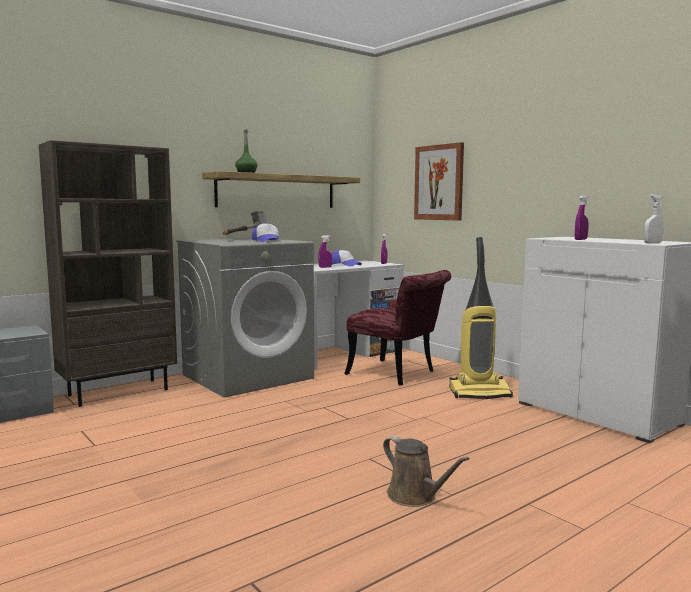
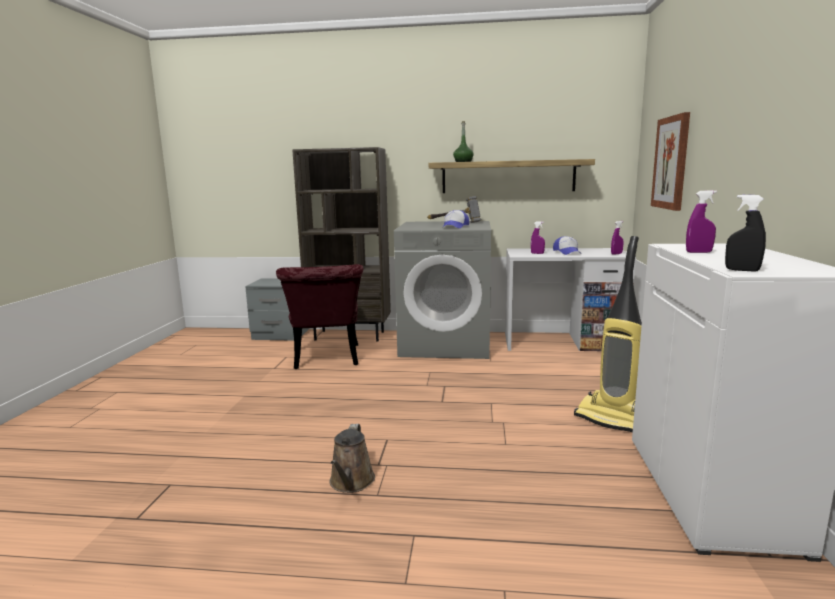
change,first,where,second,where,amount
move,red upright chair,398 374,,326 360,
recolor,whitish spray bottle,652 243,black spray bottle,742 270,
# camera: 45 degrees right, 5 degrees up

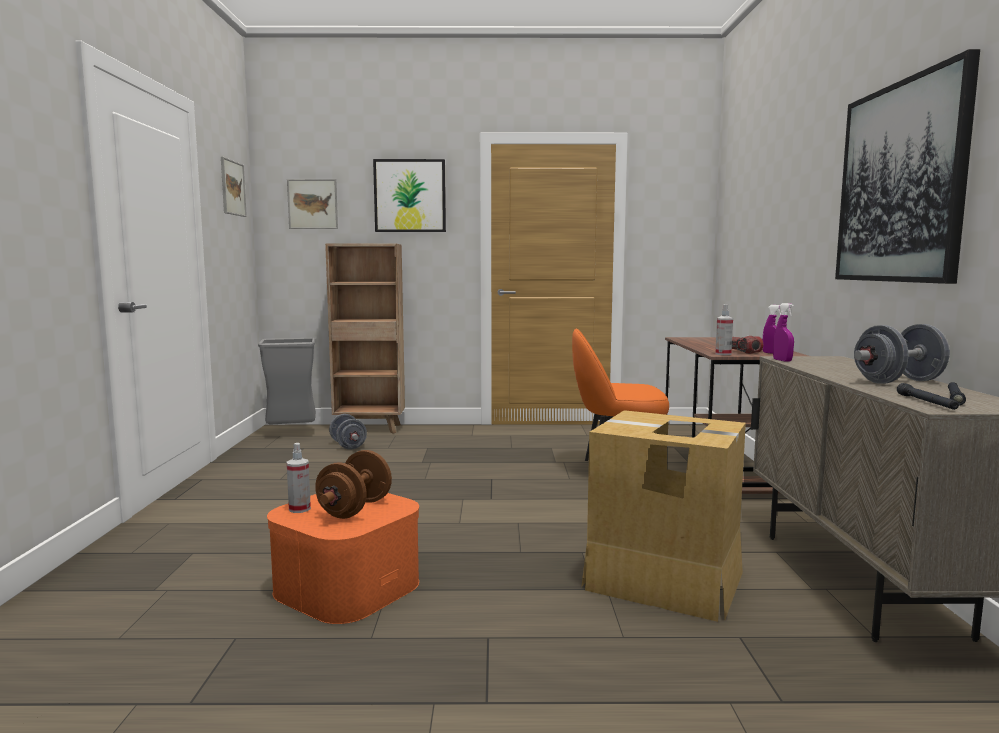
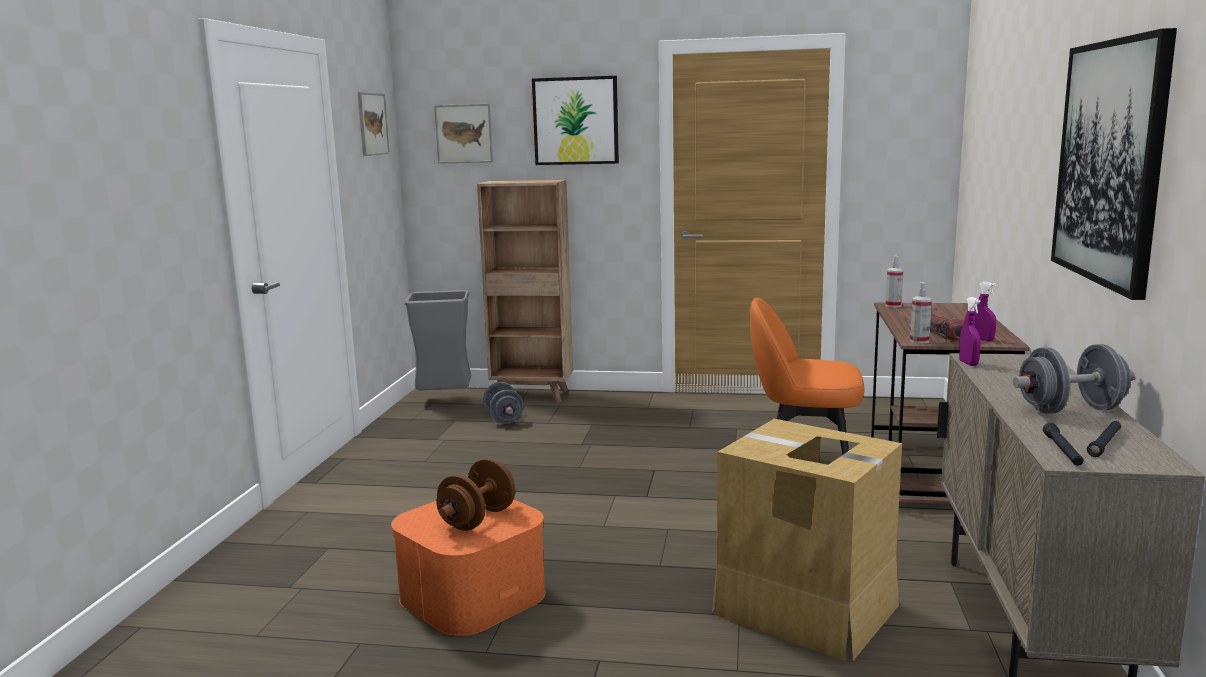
change,first,where,second,where,amount
move,spray bottle,299 509,,893 305,
# camera: 10 degrees right, 5 degrees up

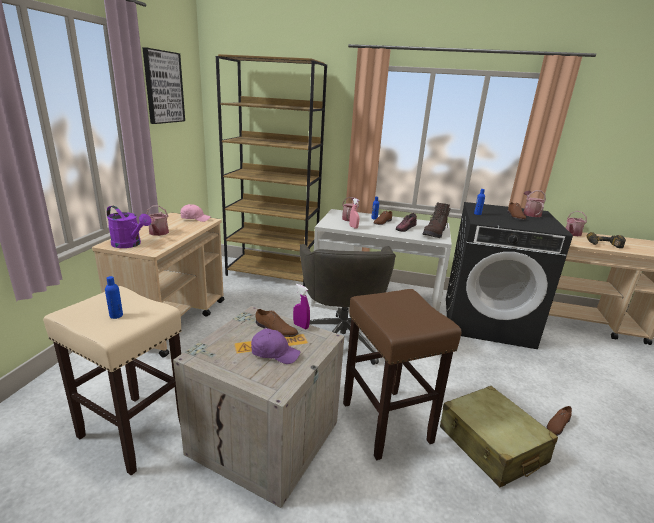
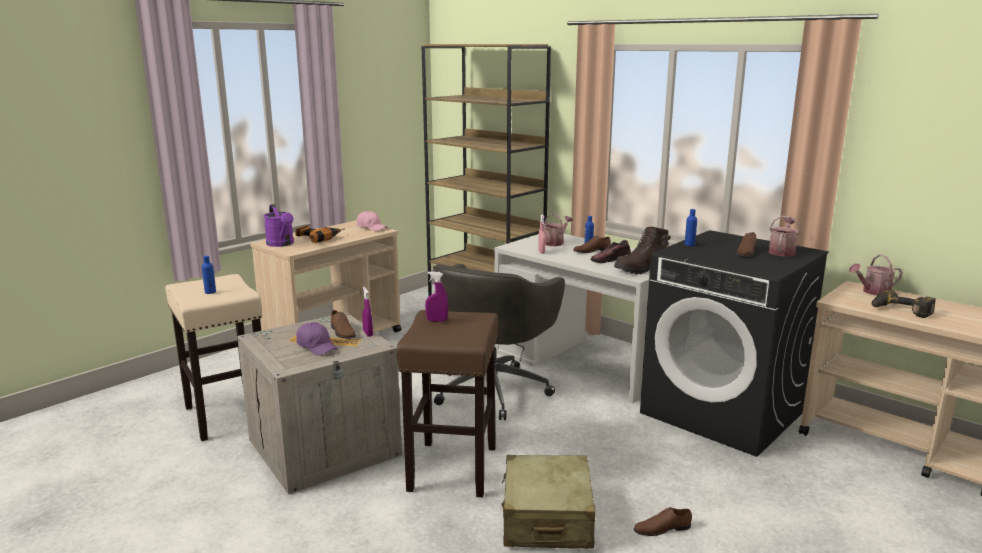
change,first,where,second,where,amount
replace,sprinkling can,158 233,drill,318 237,
insert,,,purple-coloured spray bottle,437 320,
delete,wall art,163 87,,,
# camera: 30 degrees right, 5 degrees down

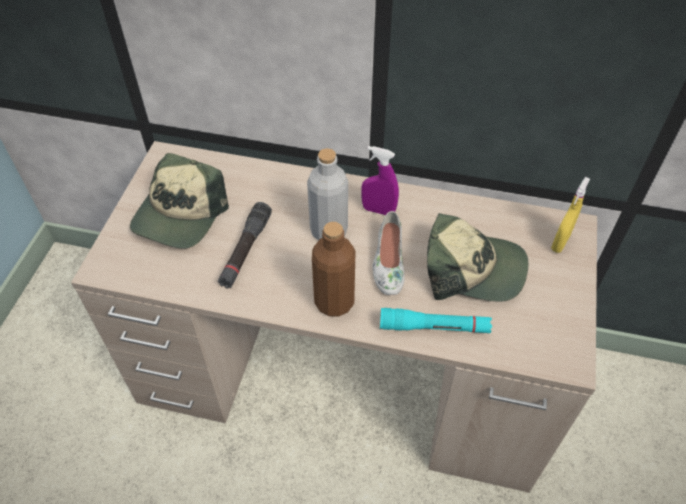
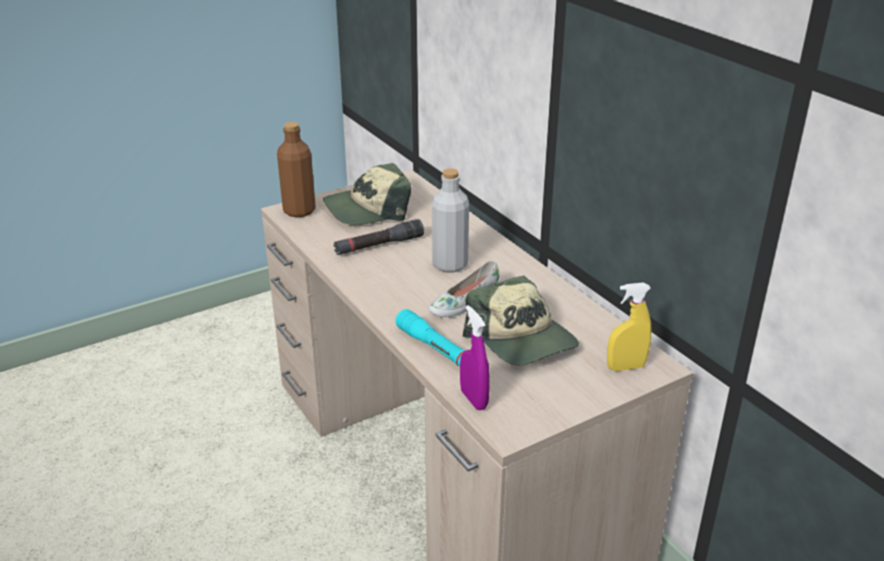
change,first,where,second,where,amount
move,brown-coloured drink bottle,334 301,,299 211,
move,purple-coloured spray bottle,378 210,,474 399,
# camera: 45 degrees right, 20 degrees down

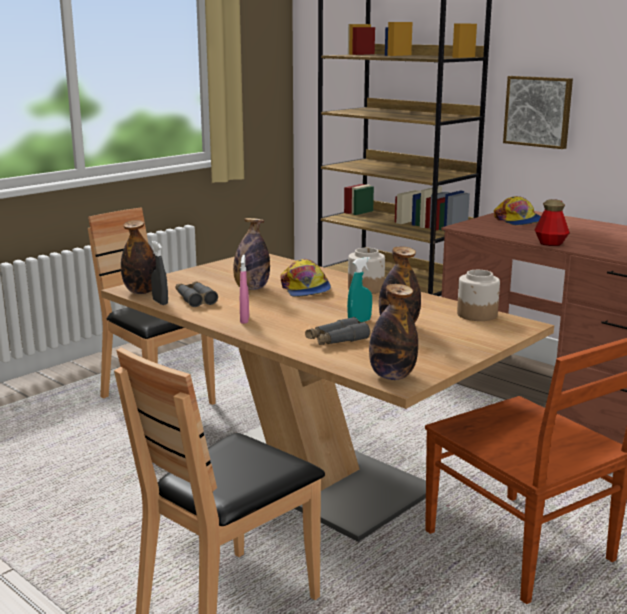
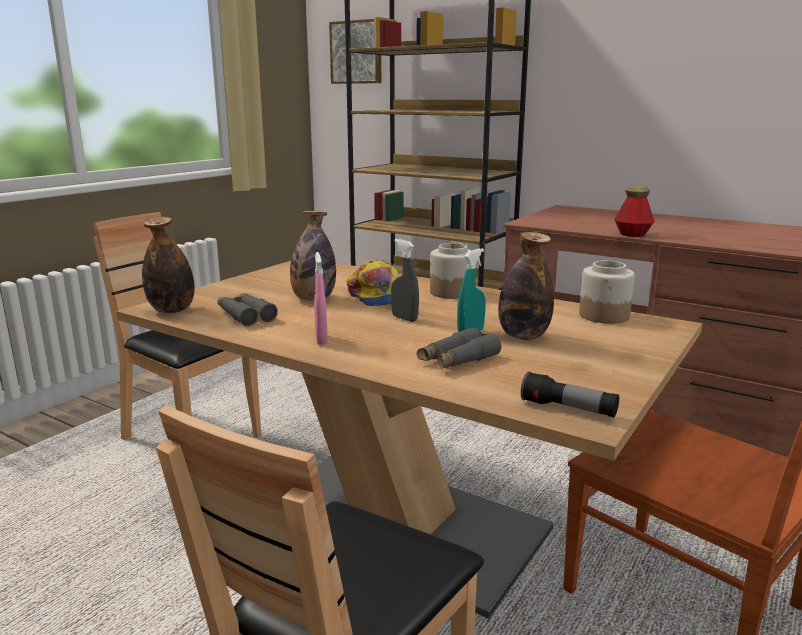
change,first,where,second,where,amount
move,wall art,538 111,,357 52,
move,grey spray bottle,160 302,,404 318,
replace,drink bottle,392 376,flashlight,568 409,
delete,baseball cap,518 220,,,
# camera: 10 degrees left, 0 degrees up

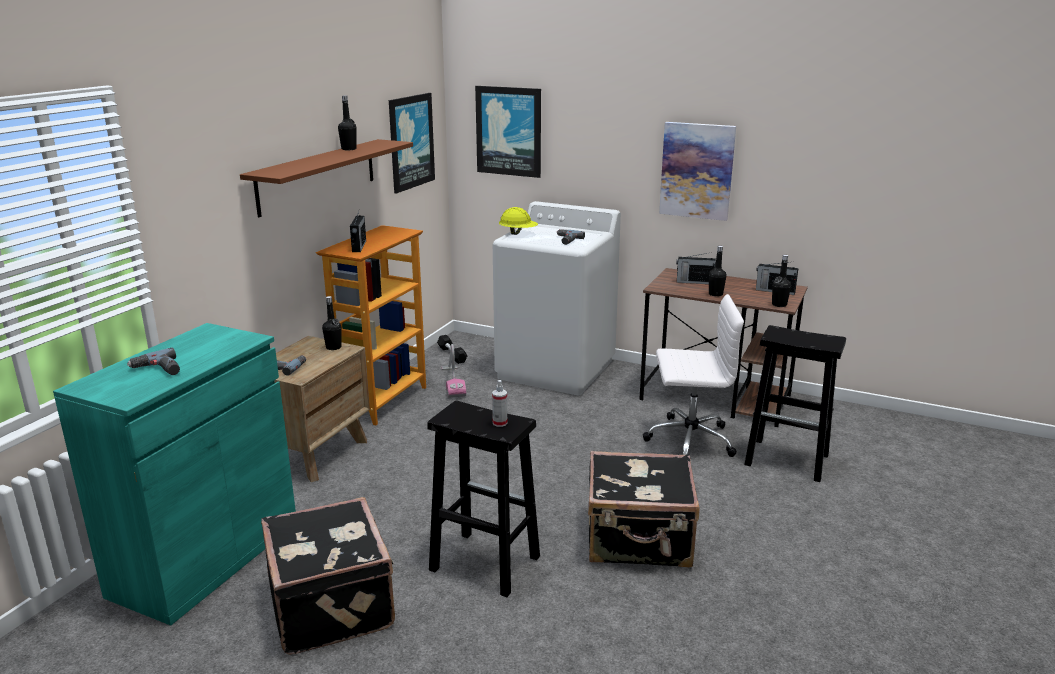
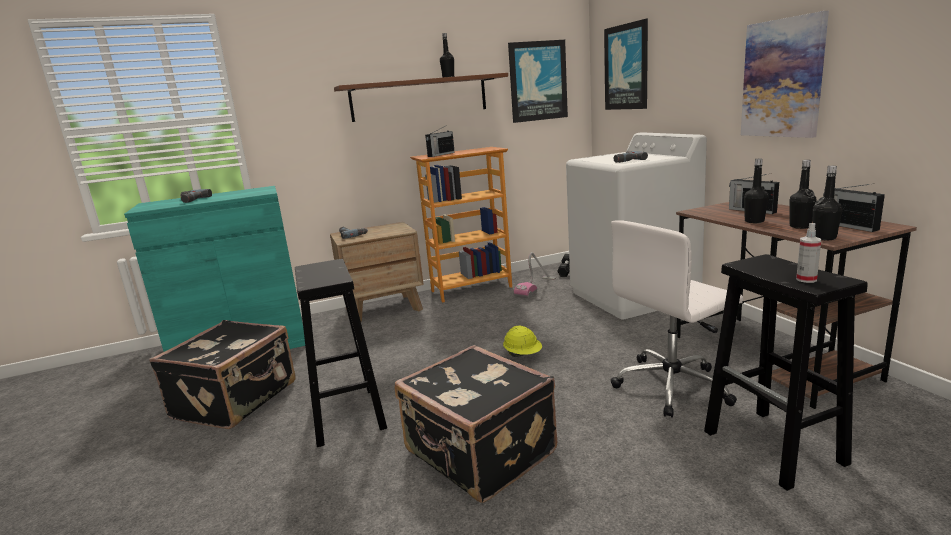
change,first,where,second,where,amount
move,yellow hard hat,518 233,,523 355,
rotate,whitish desk chair,688 440,,673 386,105 degrees clockwise
move,black drink bottle,333 347,,800 226,
move,spray bottle,500 423,,806 279,
# camera: 45 degrees right, 5 degrees down

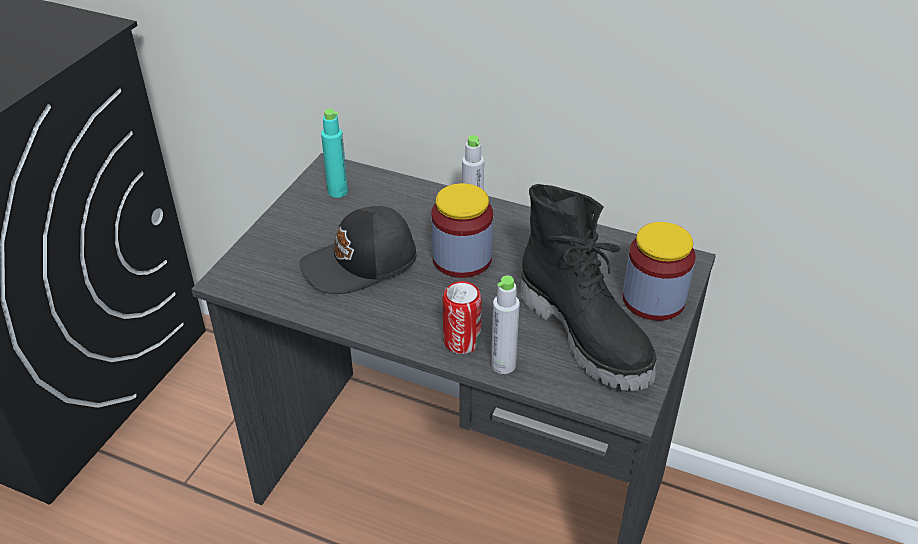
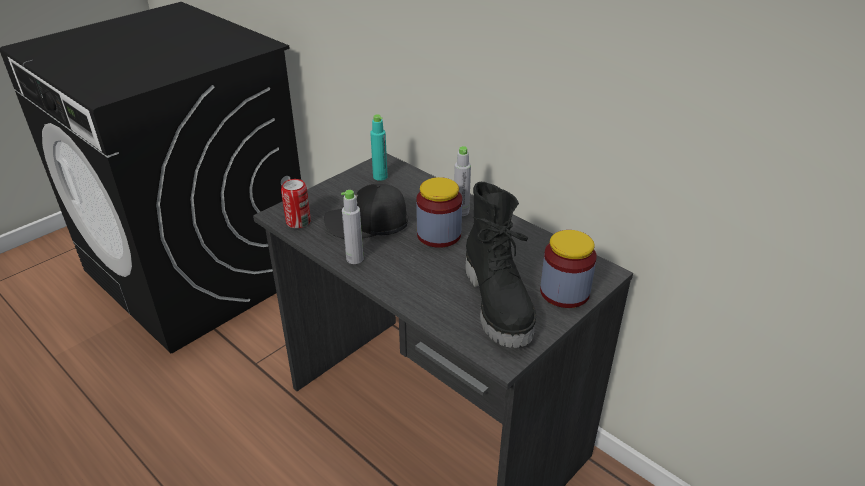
change,first,where,second,where,amount
move,metal can,461 341,,298 222,
move,grey drink bottle,503 365,,354 259,
# camera: 20 degrees right, 5 degrees down

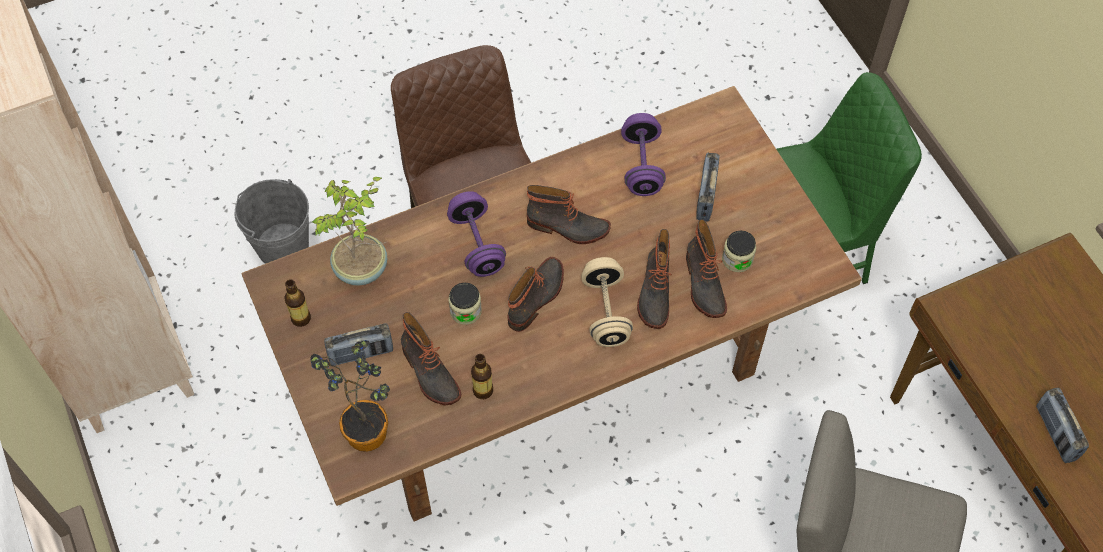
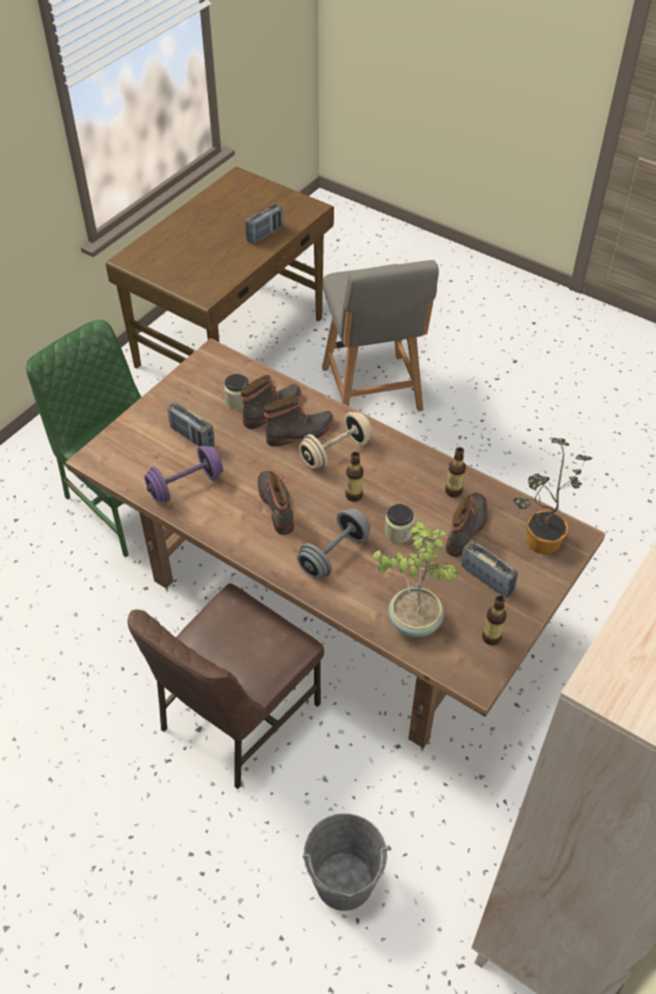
change,first,where,second,where,amount
rotate,radio receiver,706 197,,192 437,60 degrees clockwise
recolor,purple-coloured dumbbell,477 244,grey dumbbell,334 555,
replace,tall boot,537 298,drink bottle,354 495,
# camera: 120 degrees left, 10 degrees down

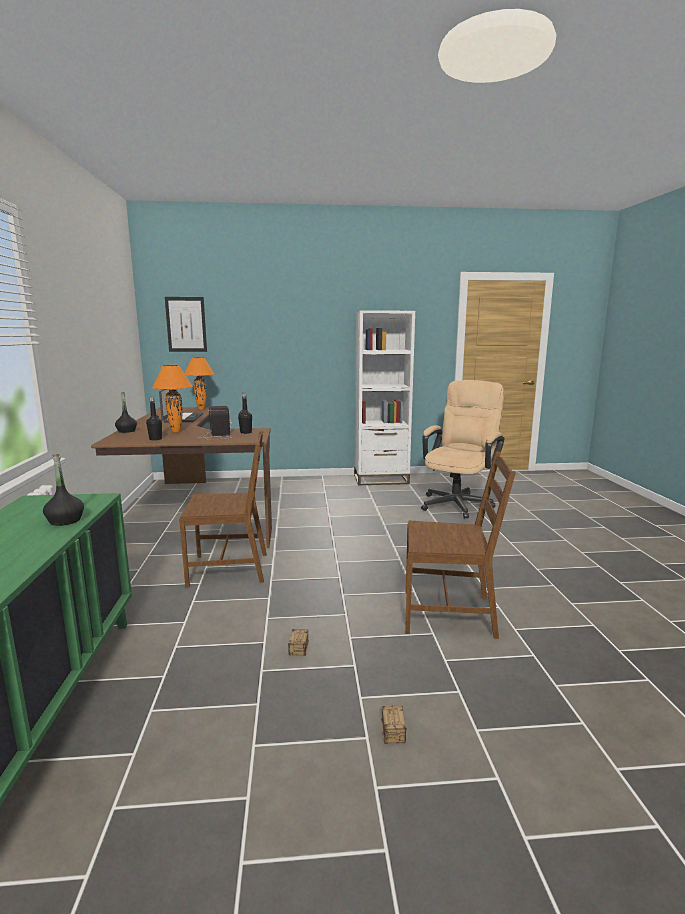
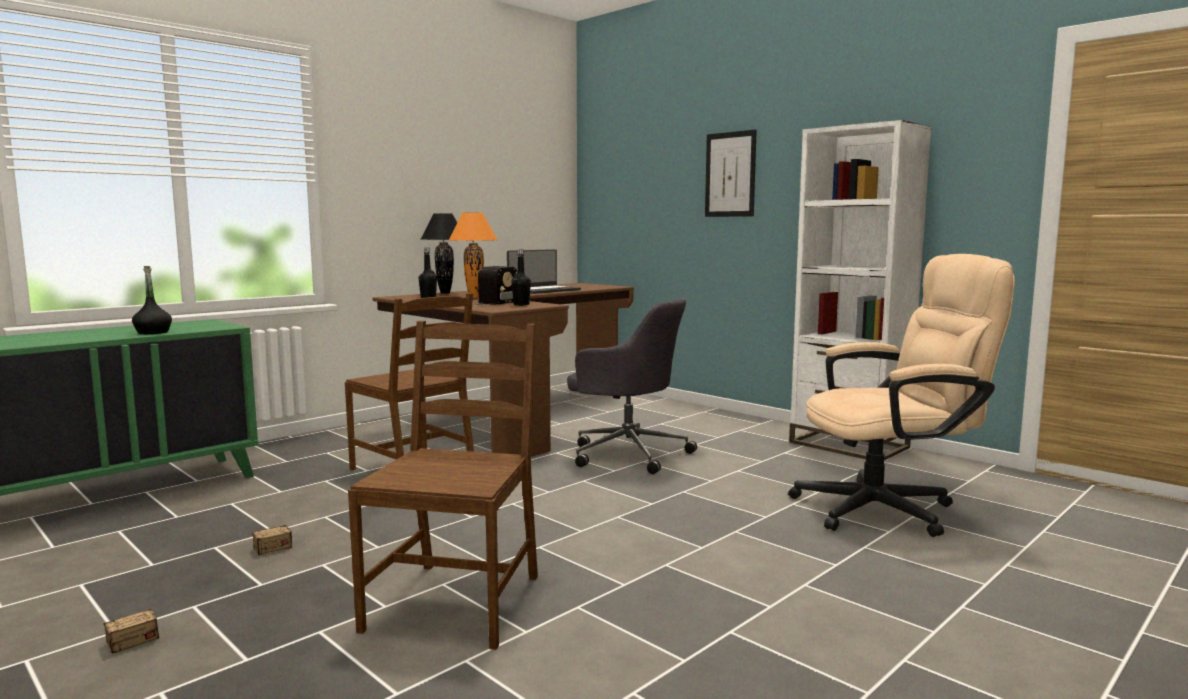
change,first,where,second,where,amount
rotate,brown-coloured upright chair,449 613,,455 602,135 degrees counterclockwise
replace,black drink bottle,126 431,black lamp for a table,445 293,
insert,,,grey desk chair,627 453,
move,wall art,186 324,,730 174,
delete,orange lamp for a table,201 409,,,
# camera: 50 degrees right, 5 degrees down

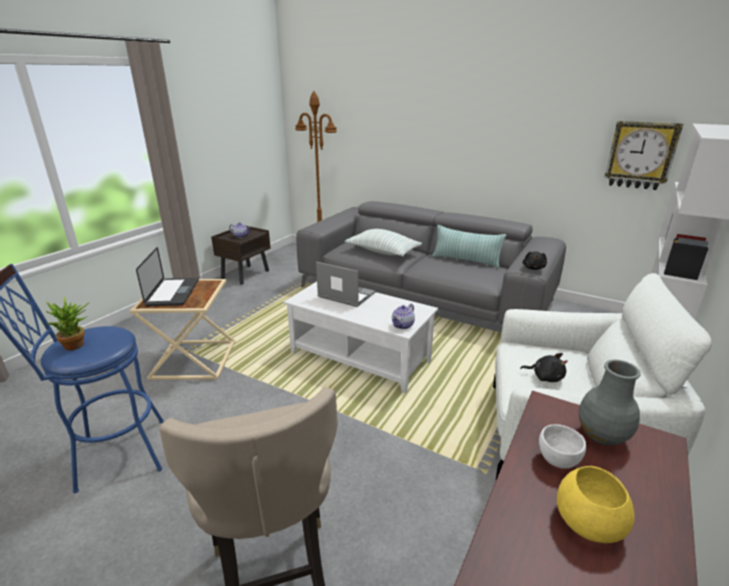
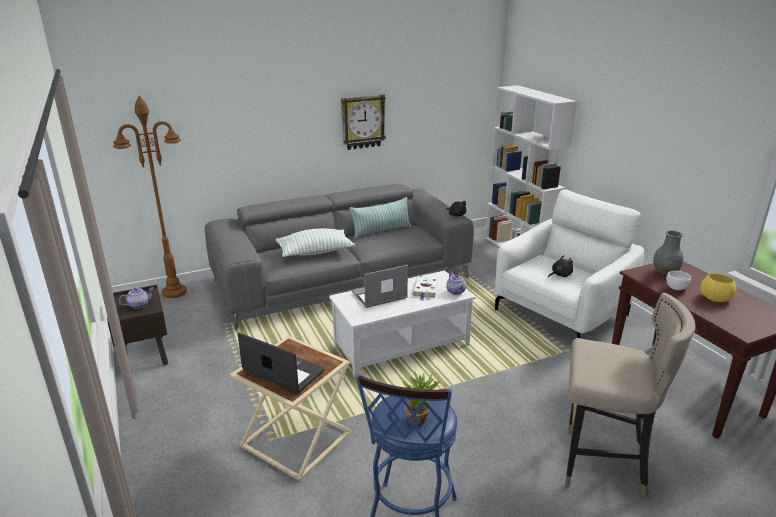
change,first,where,second,where,amount
move,wall clock,640 155,,362 122,
insert,,,whitish bound book,426 289,
# camera: 55 degrees left, 0 degrees up

